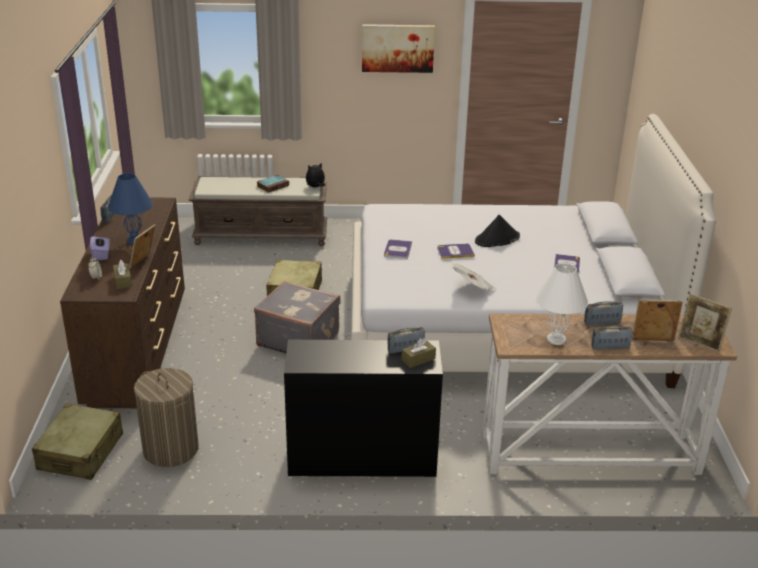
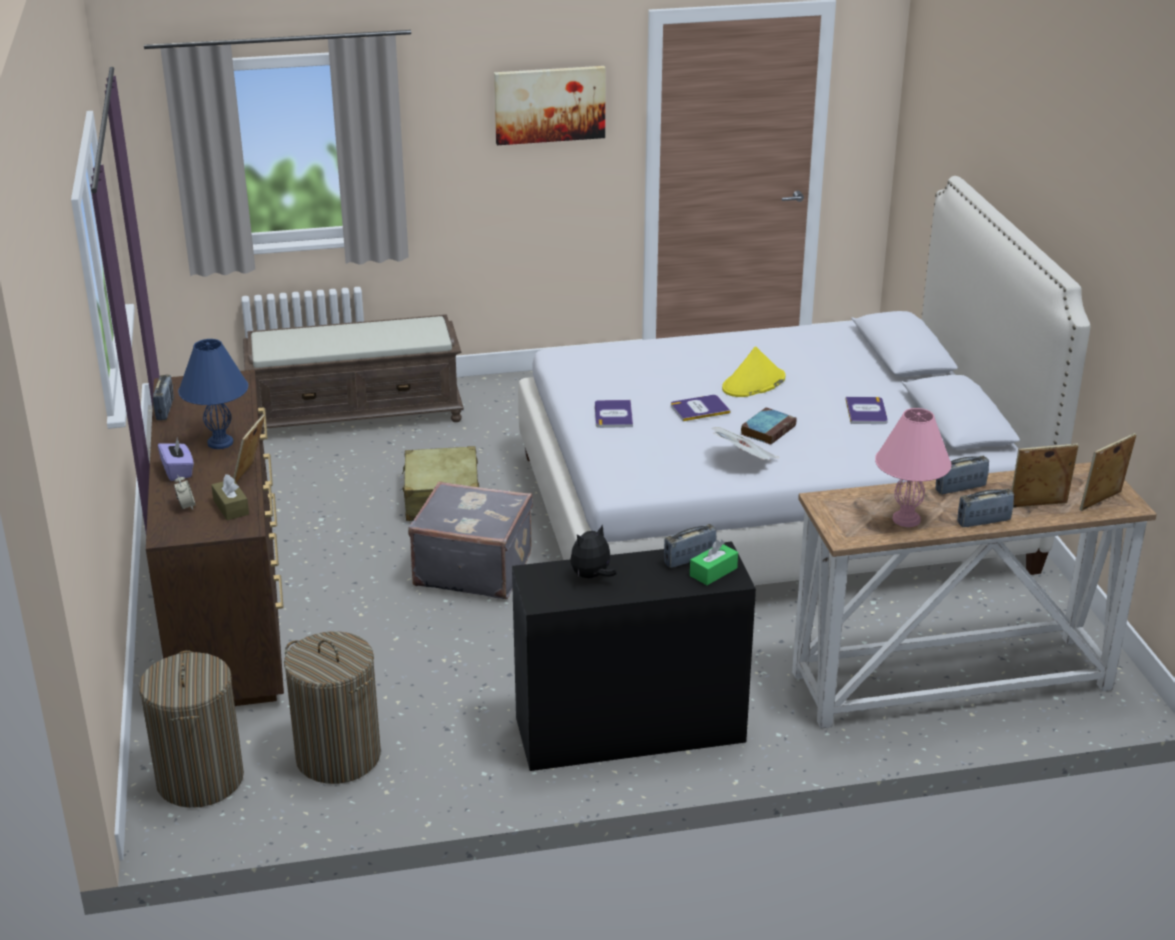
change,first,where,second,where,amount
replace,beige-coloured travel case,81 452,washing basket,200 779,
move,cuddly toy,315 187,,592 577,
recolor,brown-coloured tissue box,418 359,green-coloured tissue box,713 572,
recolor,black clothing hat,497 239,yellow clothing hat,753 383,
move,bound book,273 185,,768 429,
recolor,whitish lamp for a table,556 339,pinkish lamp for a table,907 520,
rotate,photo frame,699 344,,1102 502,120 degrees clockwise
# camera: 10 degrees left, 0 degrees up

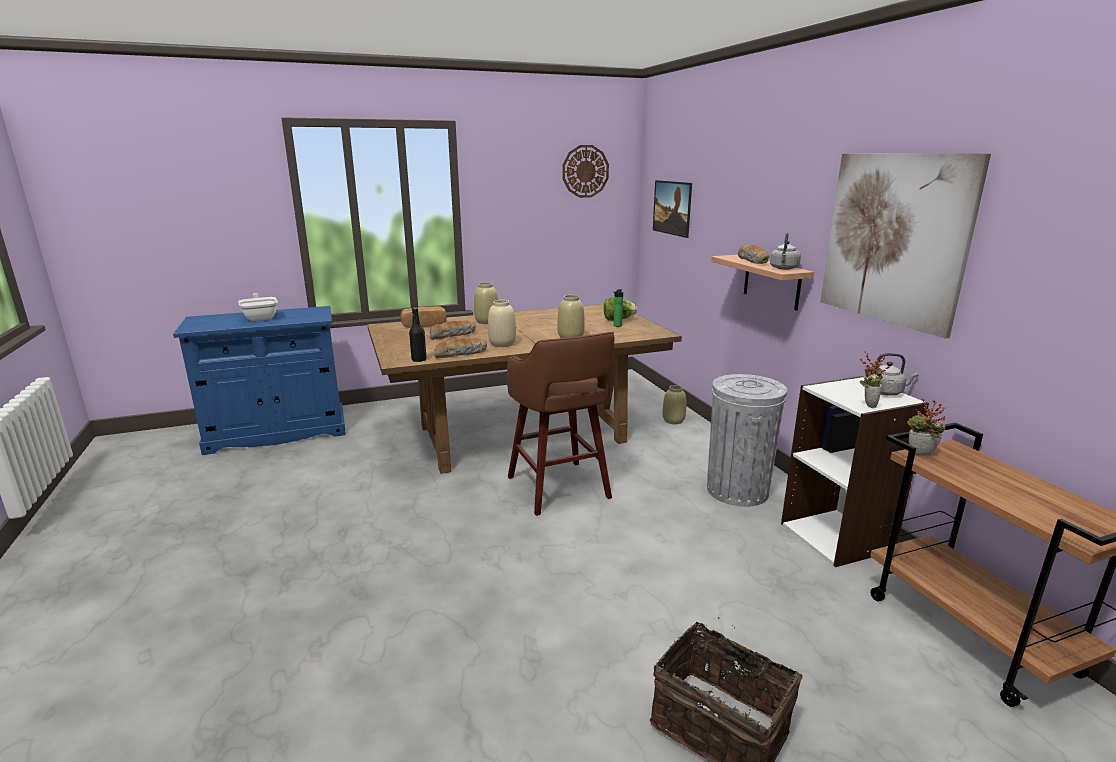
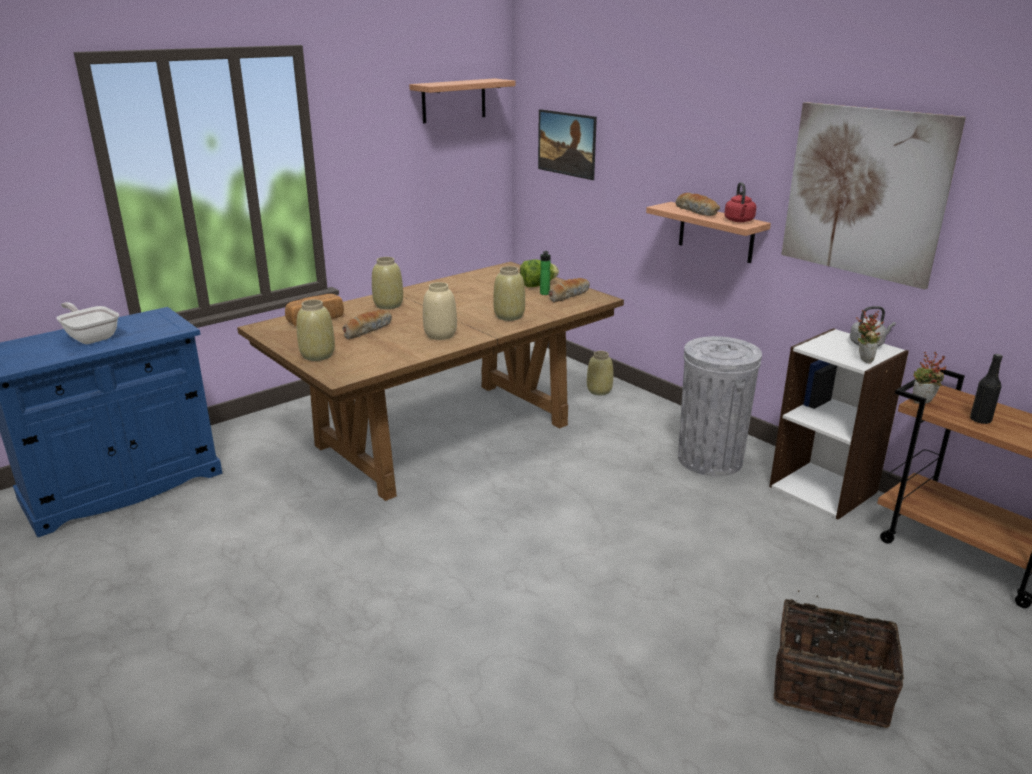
change,first,where,second,where,amount
insert,,,beige-coloured decorative vase,317 355,
replace,wall clock,585 171,wall shelf,454 100,
move,baked bread,460 354,,568 295,
recolor,grey kettle,784 268,red kettle,739 221,
move,black drink bottle,419 360,,980 420,
delete,brown-coloured sitting stool,559 489,,,
# camera: 20 degrees left, 5 degrees up

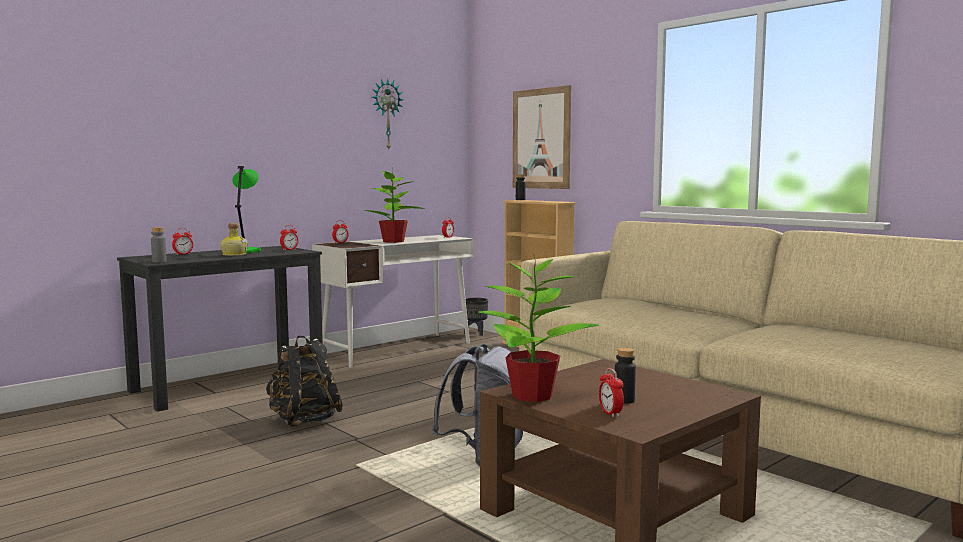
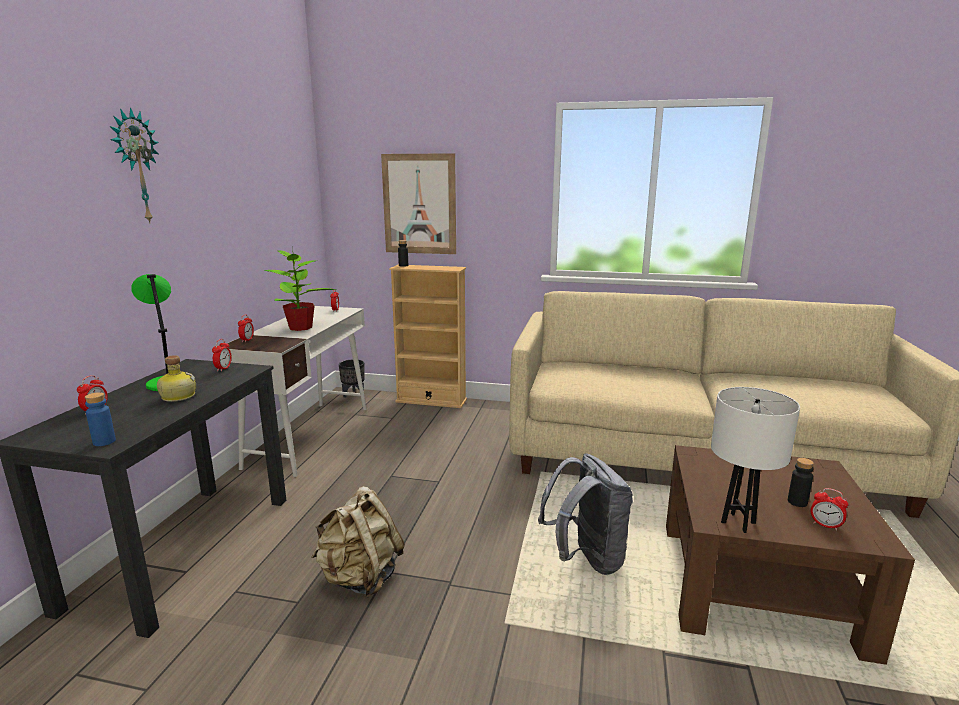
change,first,where,second,where,amount
recolor,grey drink bottle,159 261,bluish drink bottle,104 442,
move,wall clock,386 114,,136 167,
recolor,black backpack,304 421,beige-coloured backpack,360 578,
replace,potted plant,531 395,whitish lamp for a table,738 522,
# camera: 35 degrees left, 10 degrees up

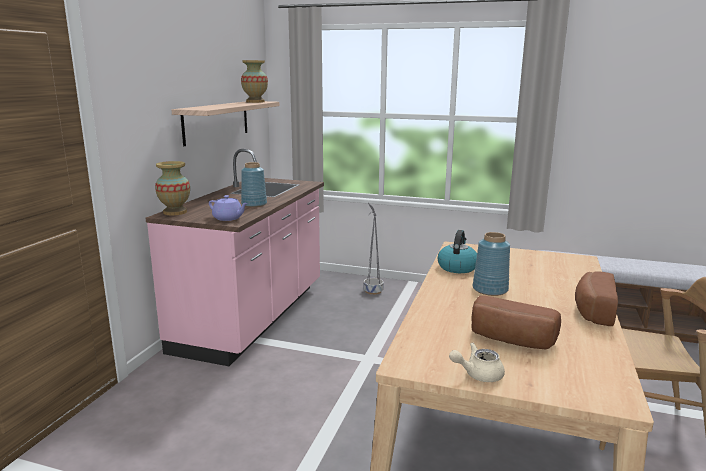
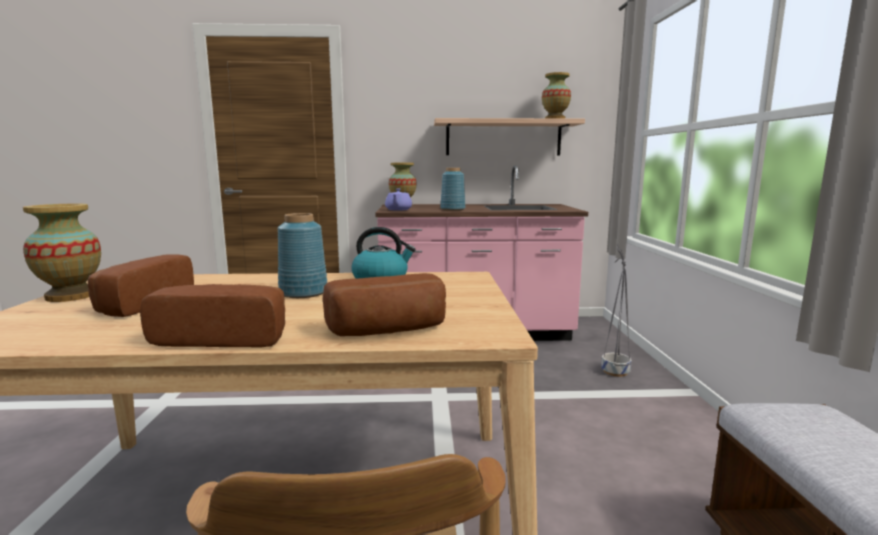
change,first,where,second,where,amount
replace,beige-coloured teapot,478 374,decorative vase,71 296,
insert,,,baked bread,389 330,
# camera: 70 degrees right, 5 degrees down

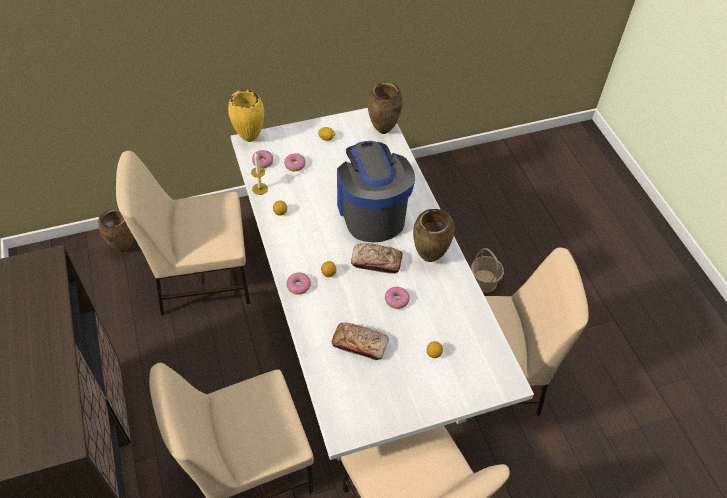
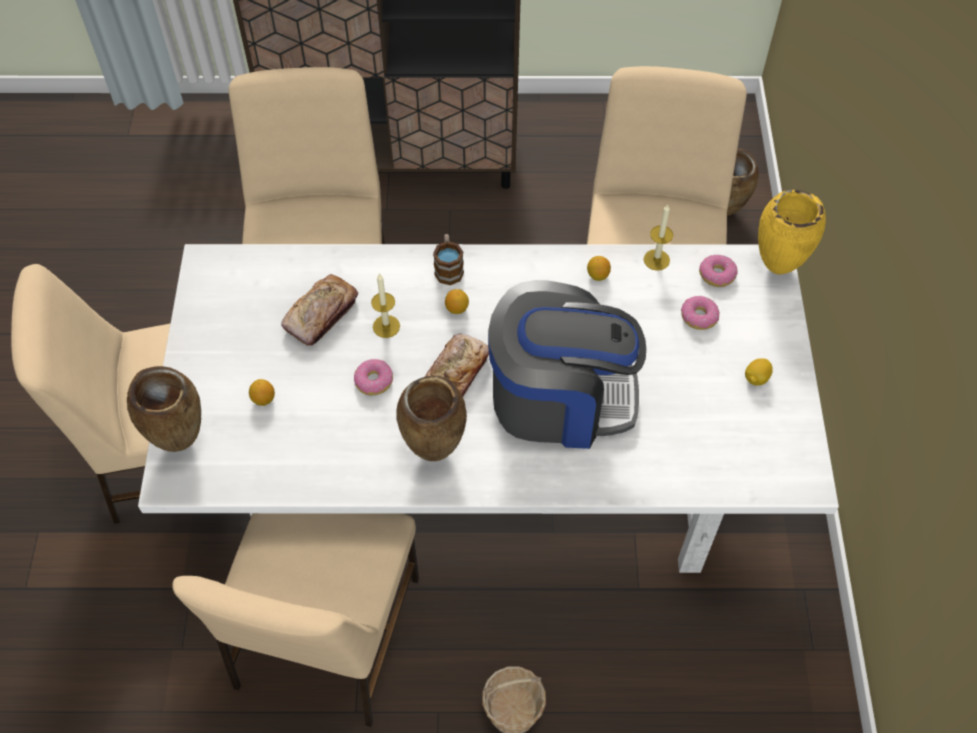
change,first,where,second,where,amount
move,brown-coloured decorative vase,382 130,,182 442,
insert,,,wax light,386 326,
replace,doughnut,298 286,coffee mug,448 268,
# camera: 110 degrees right, 5 degrees up

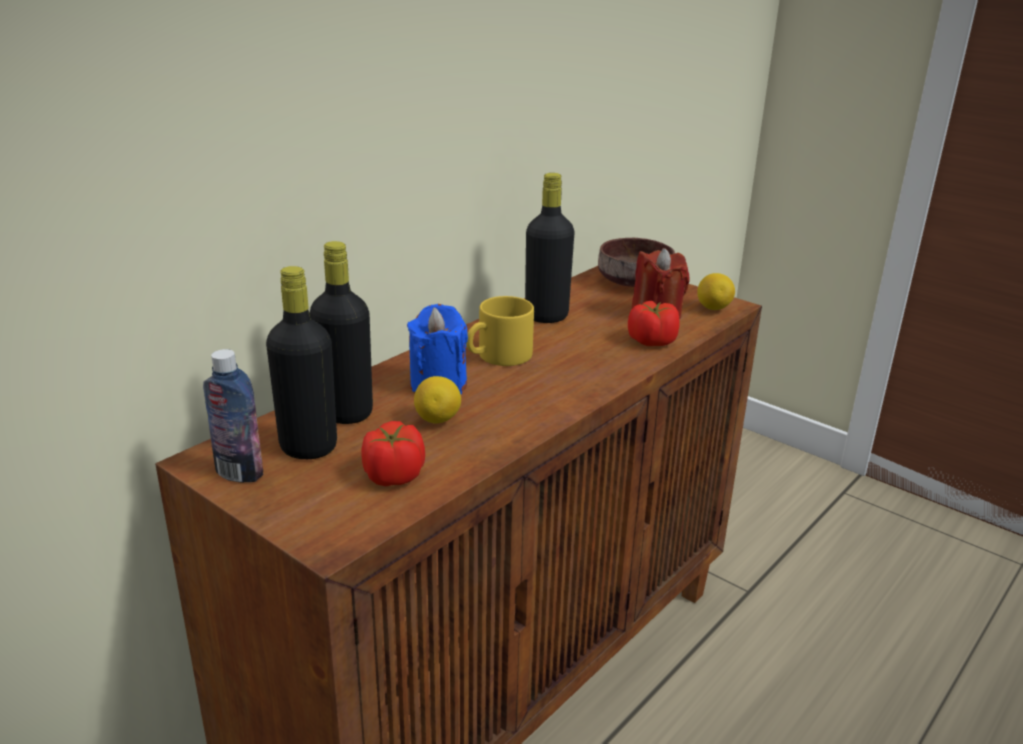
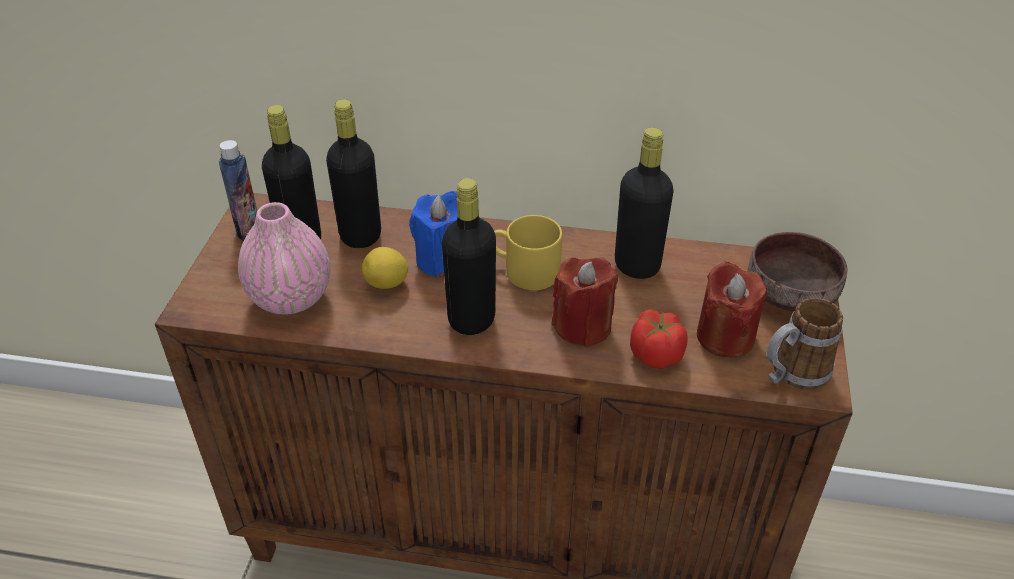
change,first,where,second,where,amount
replace,fresh tomato,393 476,pinkish decorative vase,290 298,
insert,,,black drink bottle,471 319,
insert,,,red wax light,582 326,
replace,citrus fruit,713 308,coffee mug,791 375,
# camera: 60 degrees right, 15 degrees up

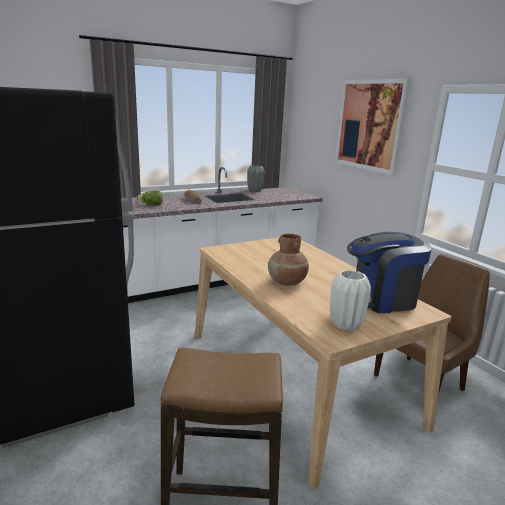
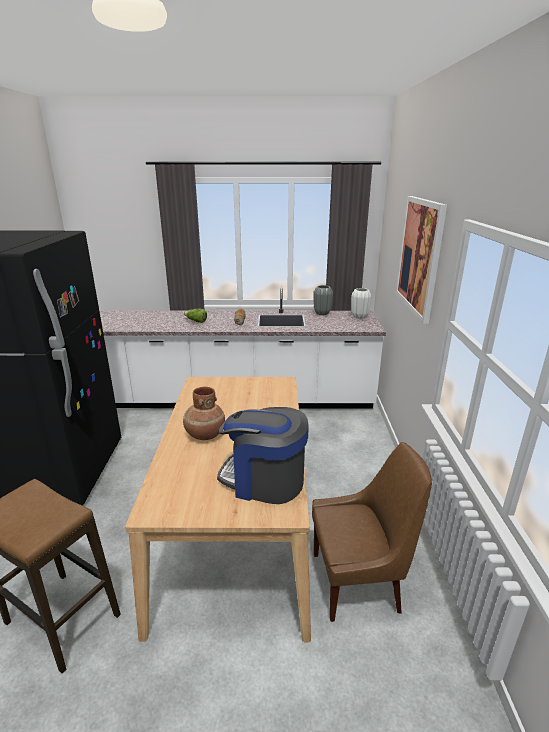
change,first,where,second,where,amount
move,whitish decorative vase,346 324,,359 316,
# camera: 30 degrees right, 5 degrees up

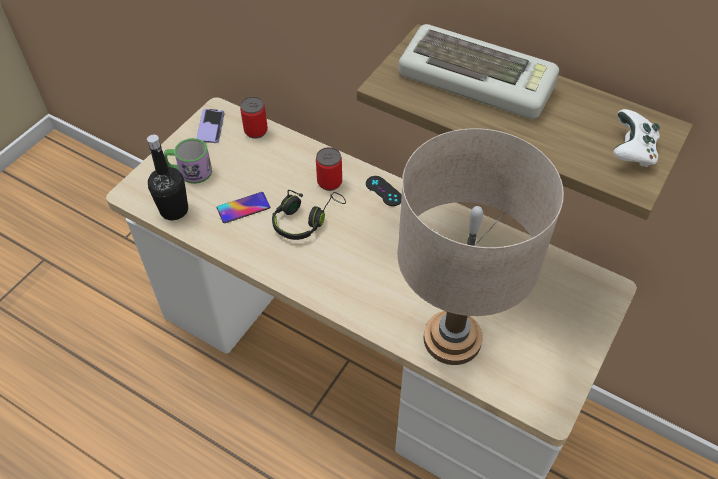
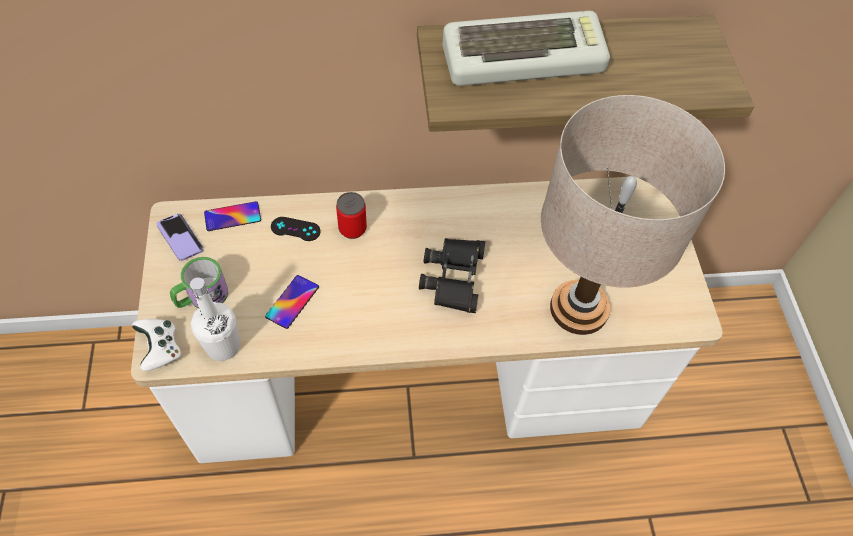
change,first,where,second,where,amount
move,whitish game controller,632 152,,161 350,
recolor,black drink bottle,174 210,whitish drink bottle,223 346,
replace,metal can,256 131,phone,232 216,
move,black game controller,384 191,,295 229,
insert,,,black binoculars,454 278,
delete,black headphones,305 219,,,
# camera: 40 degrees left, 5 degrees up

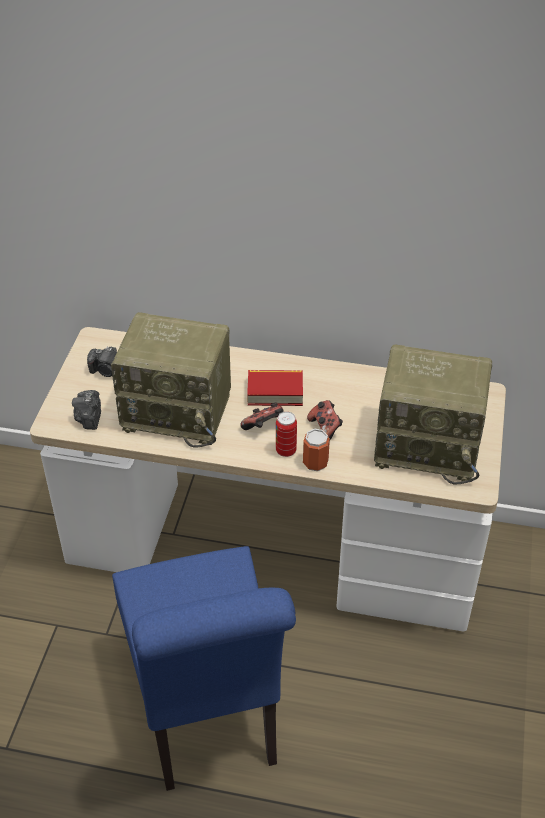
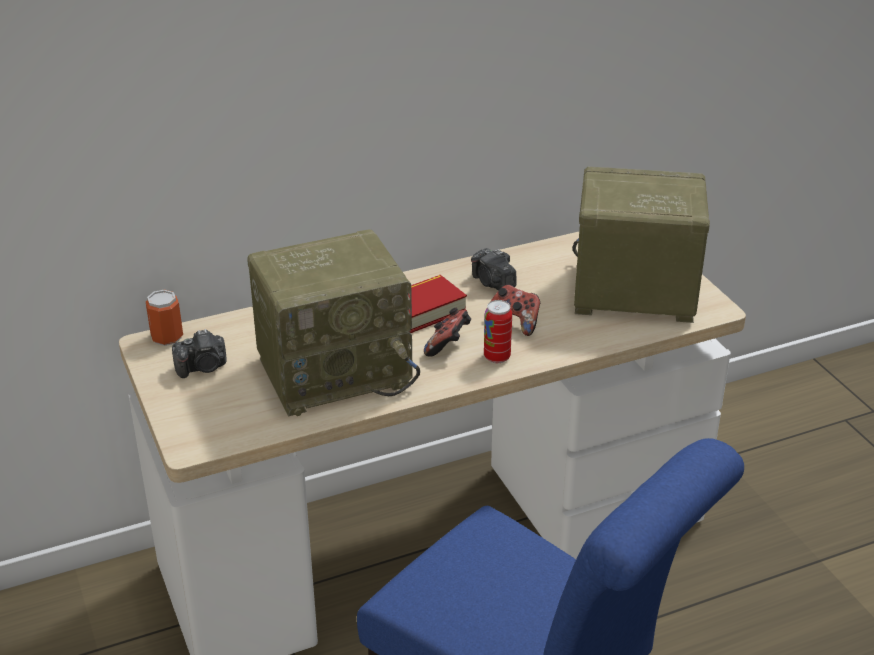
change,first,where,second,where,amount
move,metal can,315 463,,167 337,
move,still camera,89 418,,493 282,
rotate,radio receiver,429 445,,631 294,150 degrees counterclockwise
# camera: 35 degrees left, 10 degrees down

